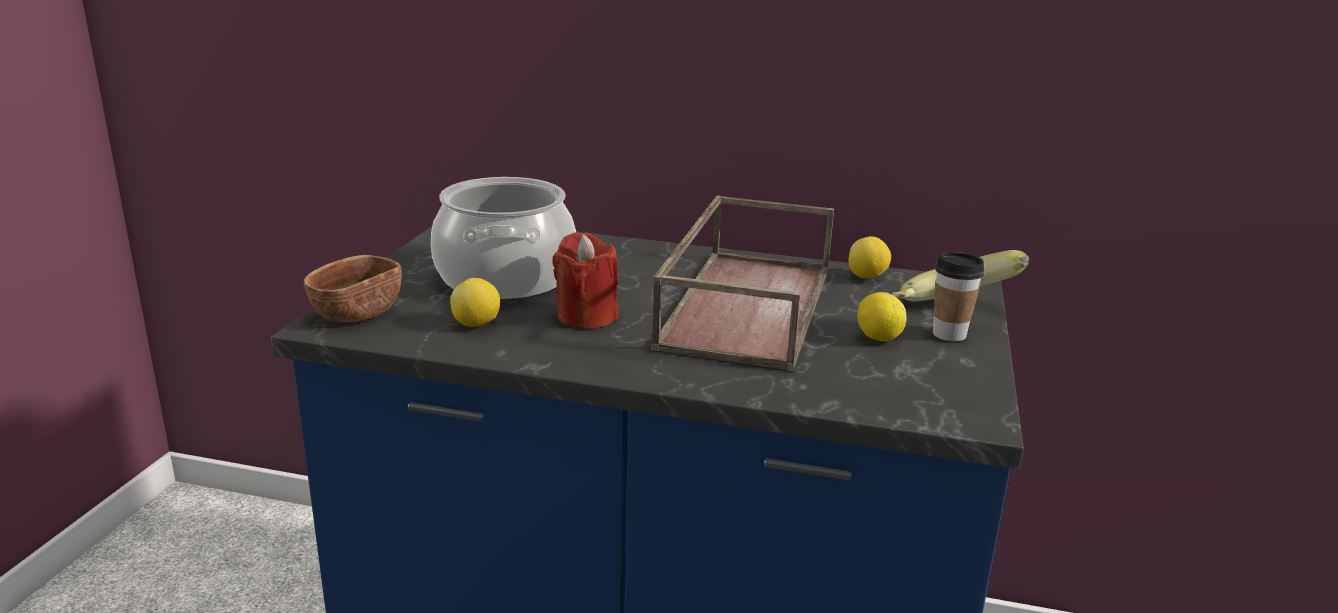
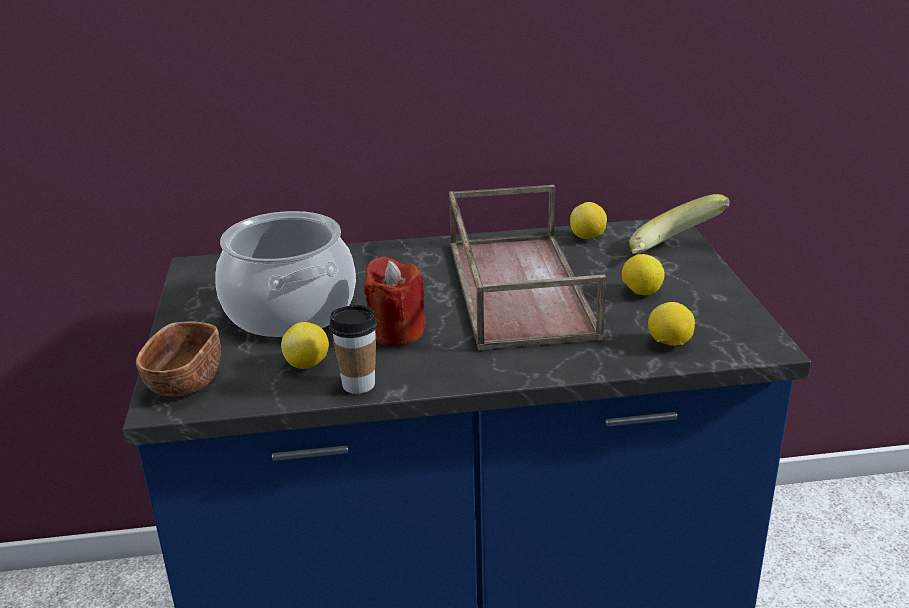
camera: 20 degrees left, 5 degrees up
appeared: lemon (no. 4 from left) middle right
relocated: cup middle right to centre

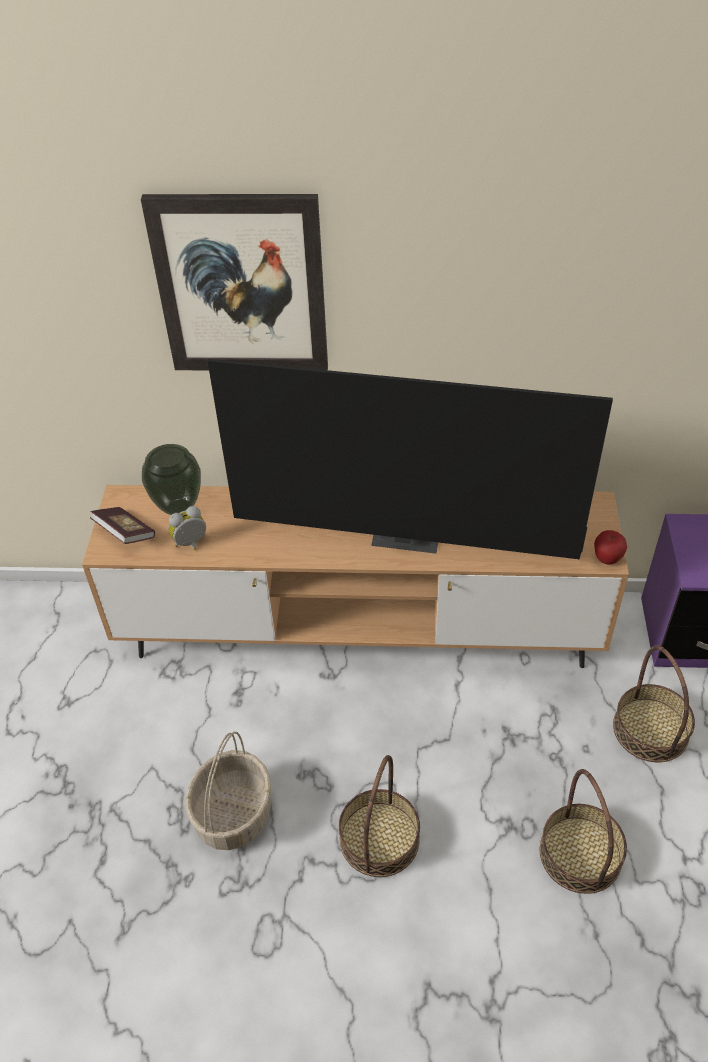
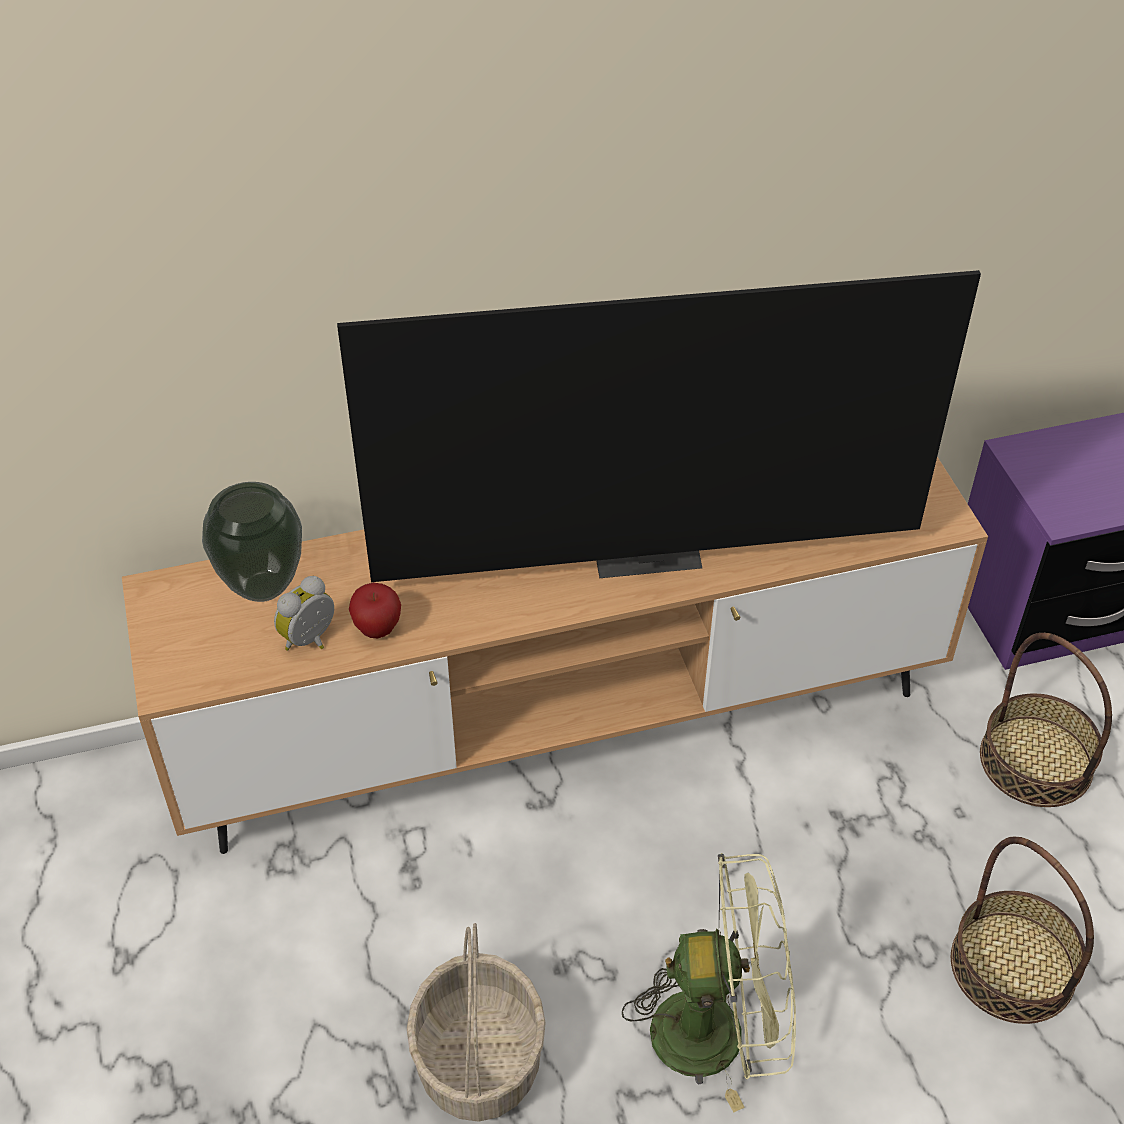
camera: 20 degrees left, 0 degrees up
missing: book middle left; picture top left
relocated: apple middle right to centre
exchanged: basket (no. 2 from left) bottom centre to fan (green) bottom centre

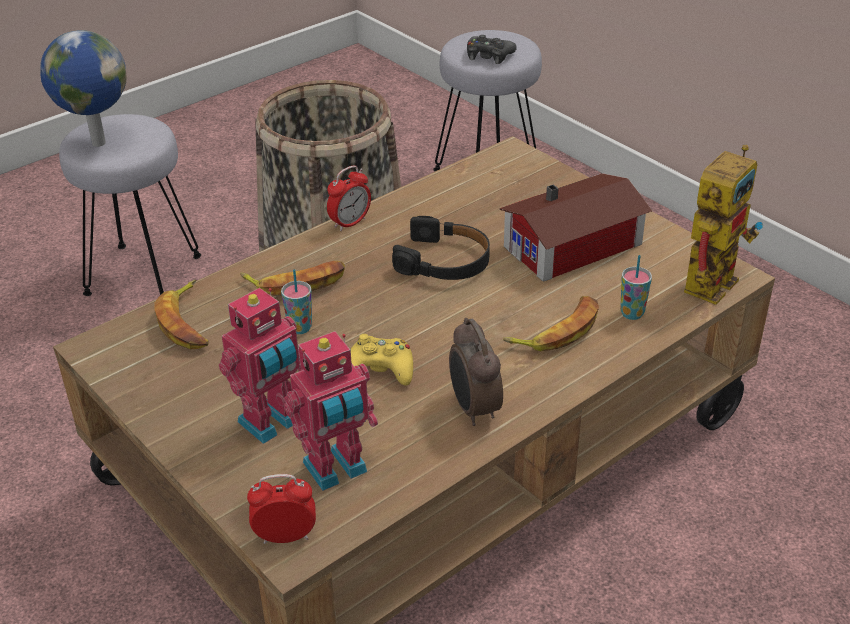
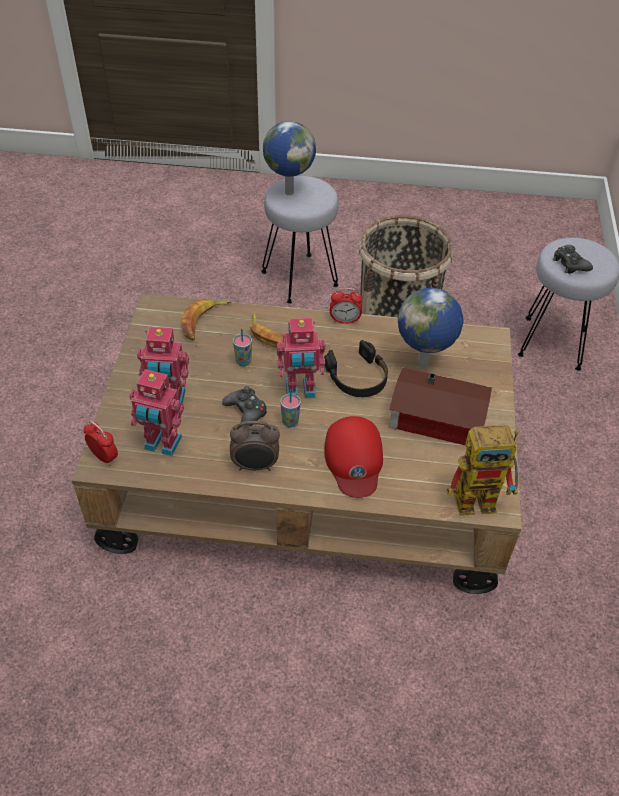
camera: 45 degrees right, 10 degrees up
appeared: toy robot (no. 3 from left) centre; globe (no. 2 from left) middle right
relocated: cup (no. 2 from left) middle right to centre
exchanged: banana (no. 3 from left) centre to cap (red) centre
colour: game controller (yellow) centre to game controller (black) (no. 1 from left) centre
spun: alarm clock (no. 3 from left in the first image) centre = centre 120 degrees counterclockwise

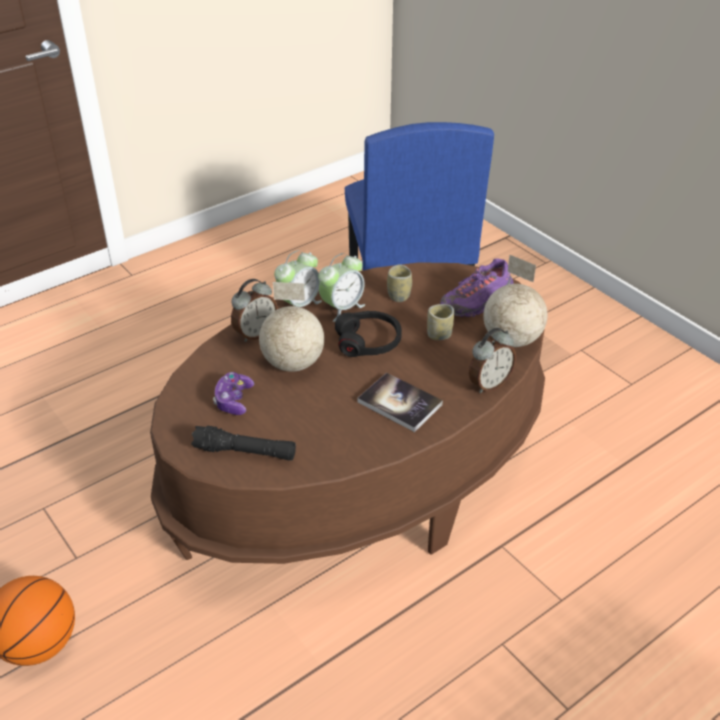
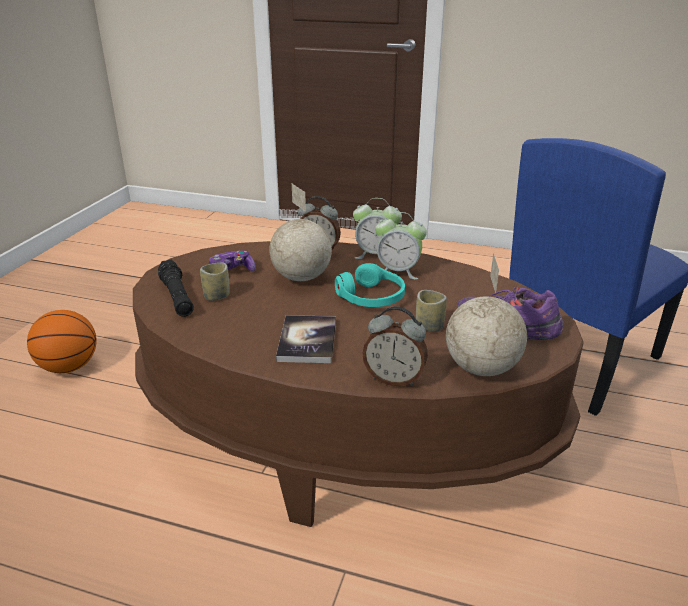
camera: 55 degrees right, 10 degrees down
relocated: cup (no. 1 from left) centre to middle left
colour: headphones (black) centre to headphones (turquoise) centre

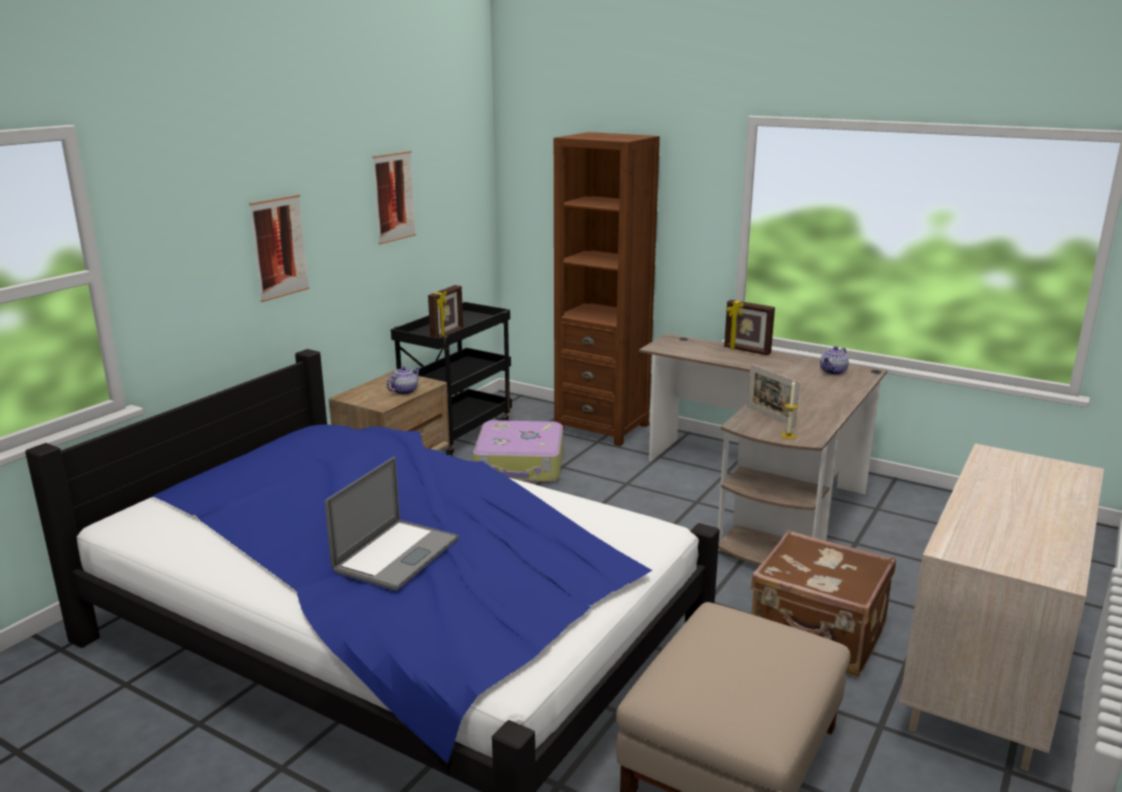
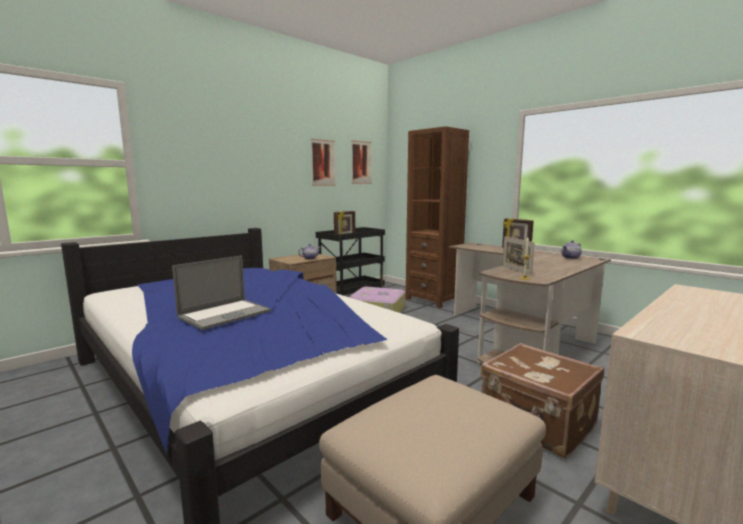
camera: 15 degrees right, 10 degrees down
relocated: picture (no. 1 from left in the first image) top left to picture (no. 2 from left) top centre

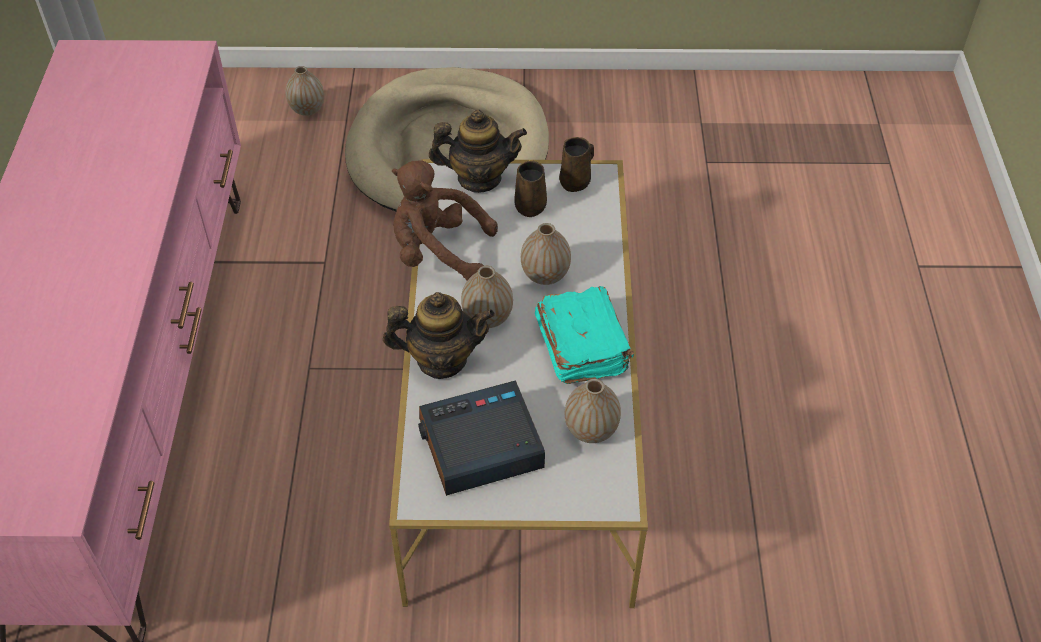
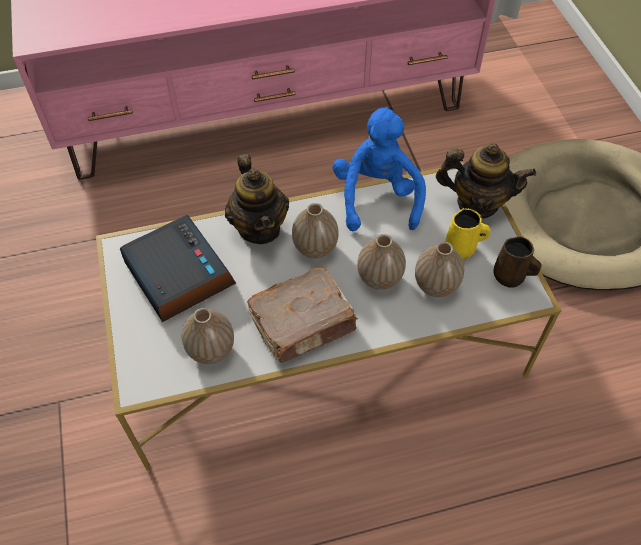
camera: 75 degrees right, 5 degrees up
relocated: vase (no. 1 from left in the first image) top left to vase (no. 4 from left) middle right
colour: plush toy (brown) centre to plush toy (blue) top centre; mug (brown) (no. 1 from left) top centre to mug (yellow) middle right; book (turquoise) centre to book (brown) centre
spun: teapot (no. 2 from left) top centre = top right 60 degrees counterclockwise

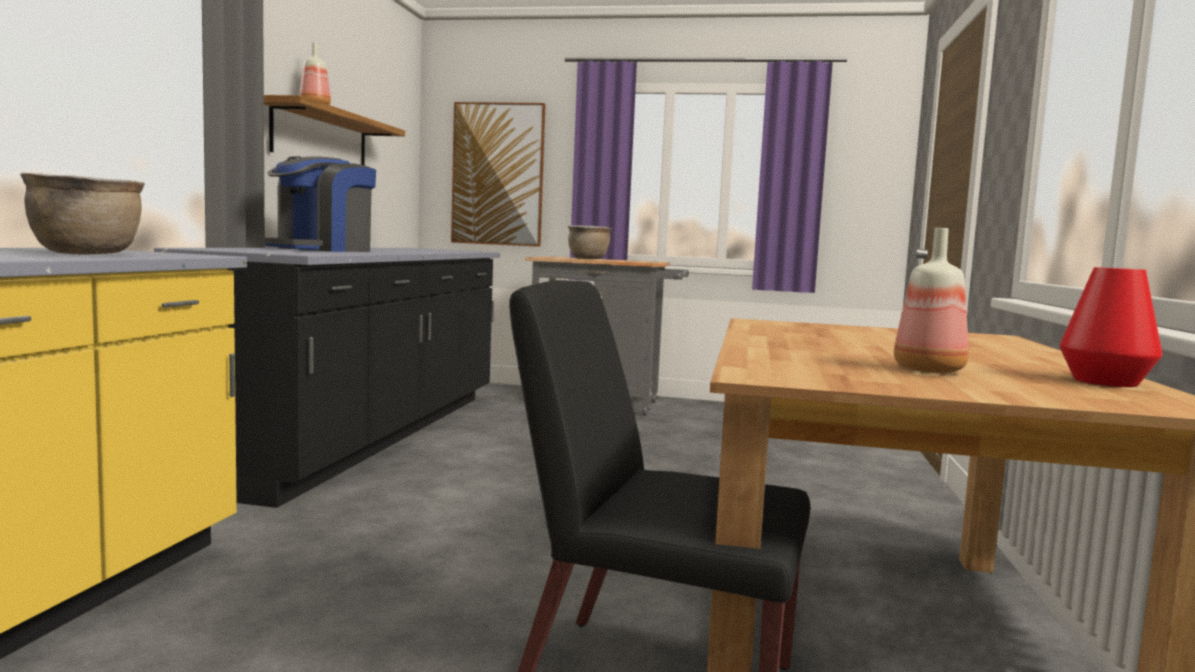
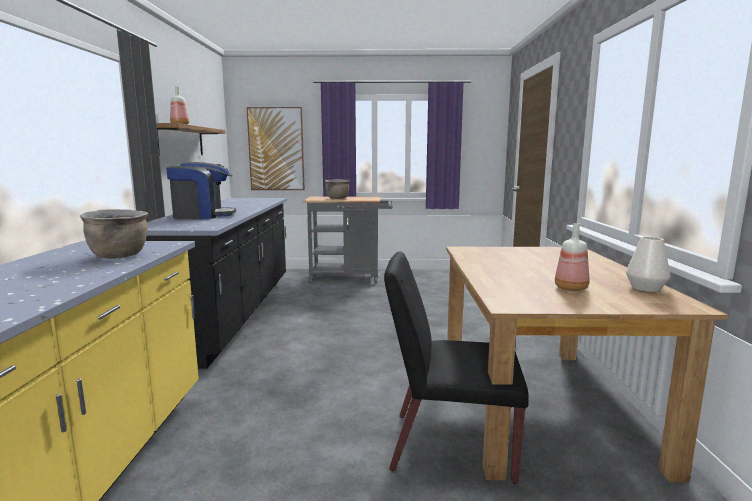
camera: 10 degrees left, 5 degrees up
colour: vase (red) middle right to vase (white) middle right
spun: coffee machine top left = middle left 120 degrees counterclockwise

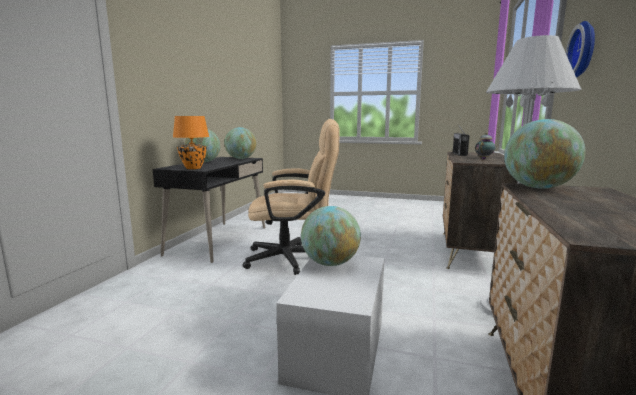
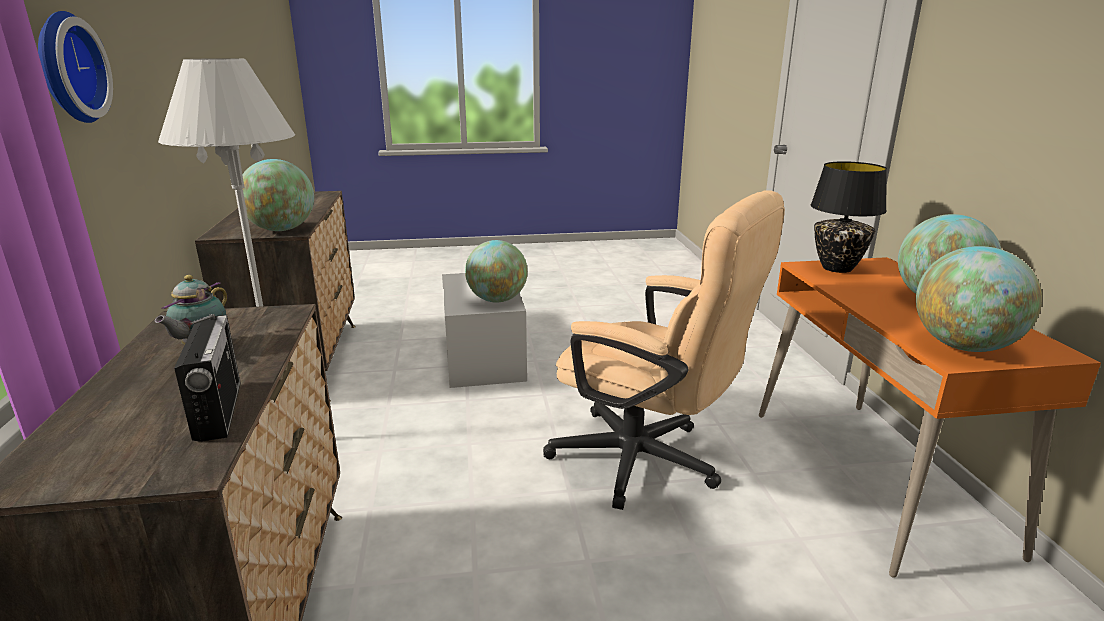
camera: 155 degrees right, 10 degrees up
colour: desk (black) middle left to desk (orange) bottom right; table lamp (orange) middle left to table lamp (black) middle right
spun: office chair (beige) centre = centre 120 degrees counterclockwise

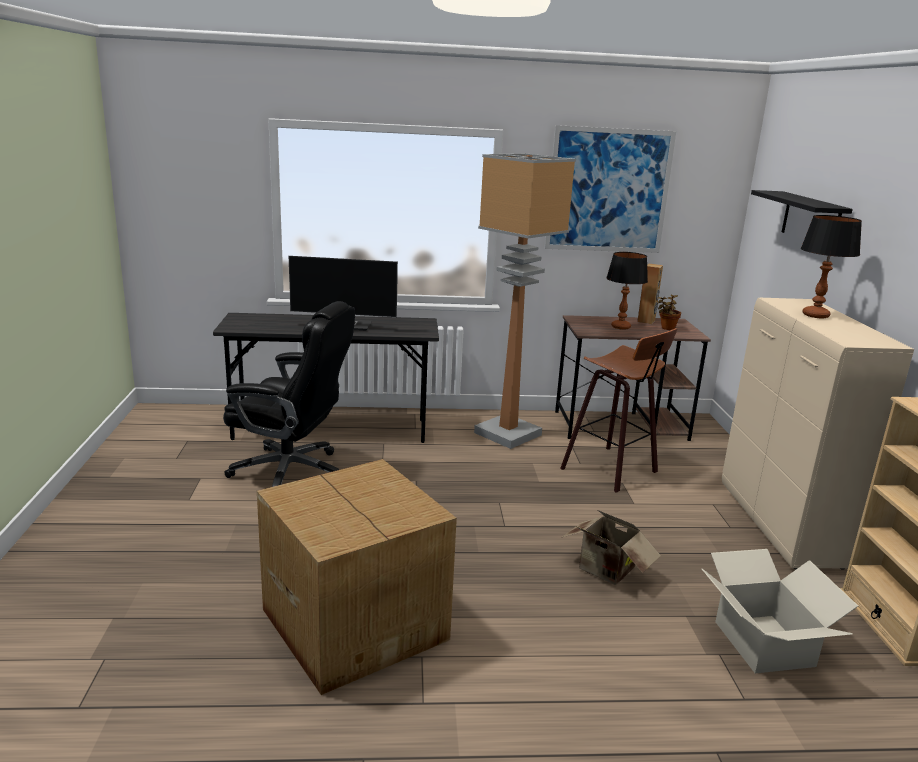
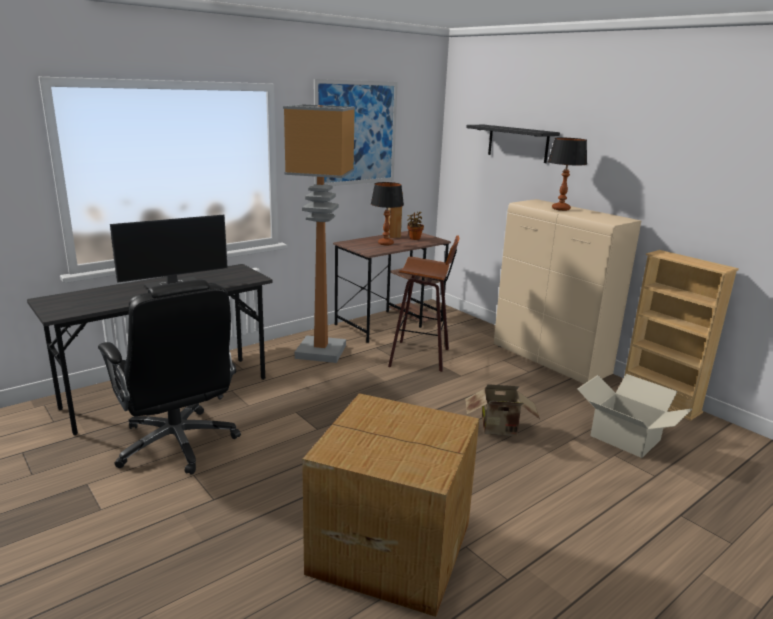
camera: 35 degrees left, 0 degrees up
spun: office chair (black) middle left = middle left 75 degrees clockwise

